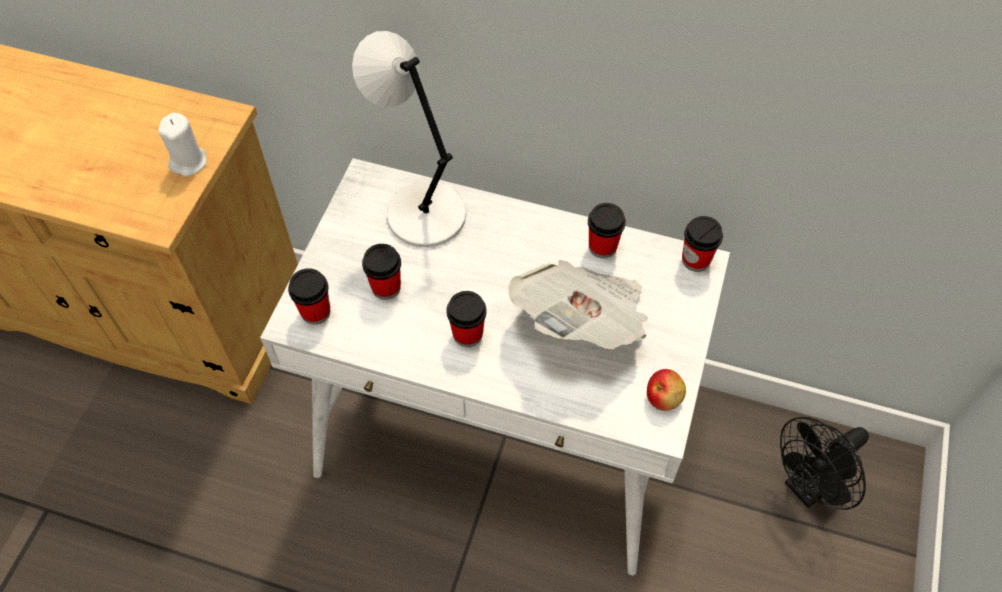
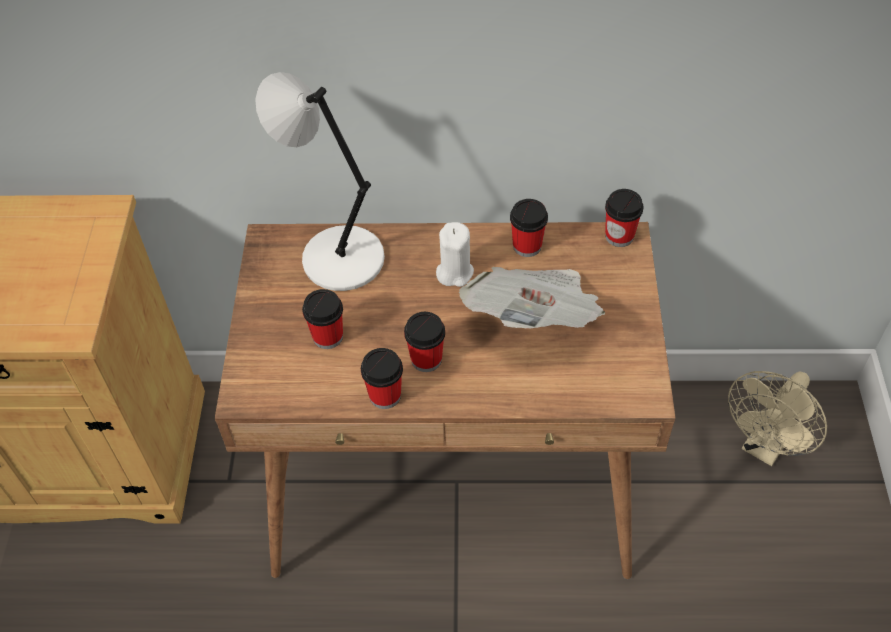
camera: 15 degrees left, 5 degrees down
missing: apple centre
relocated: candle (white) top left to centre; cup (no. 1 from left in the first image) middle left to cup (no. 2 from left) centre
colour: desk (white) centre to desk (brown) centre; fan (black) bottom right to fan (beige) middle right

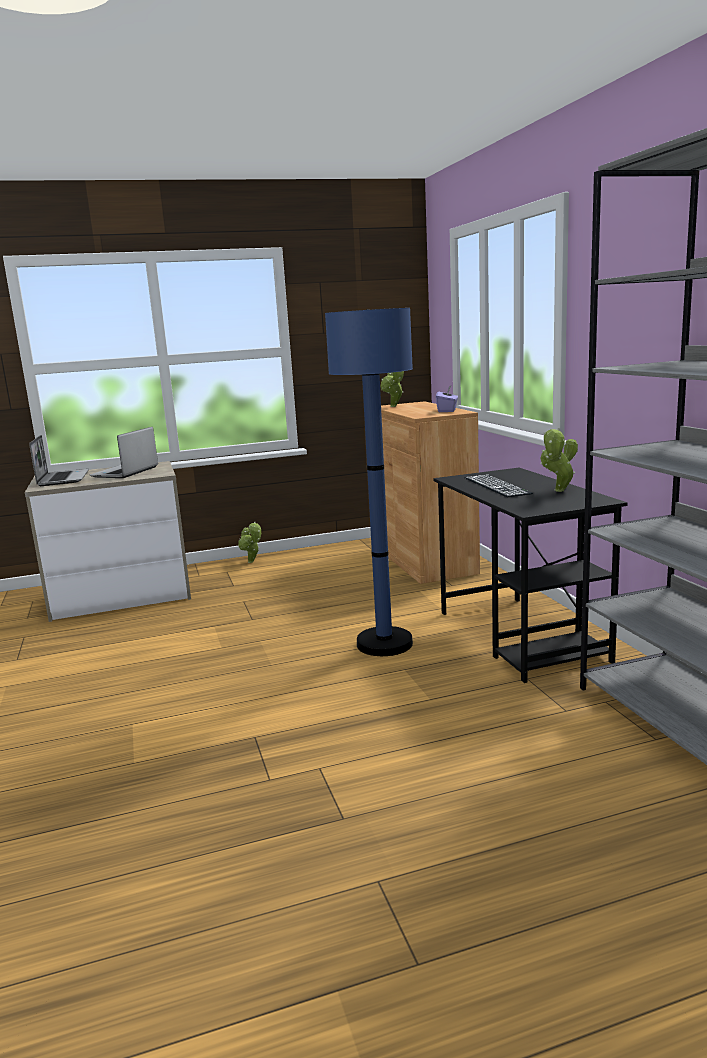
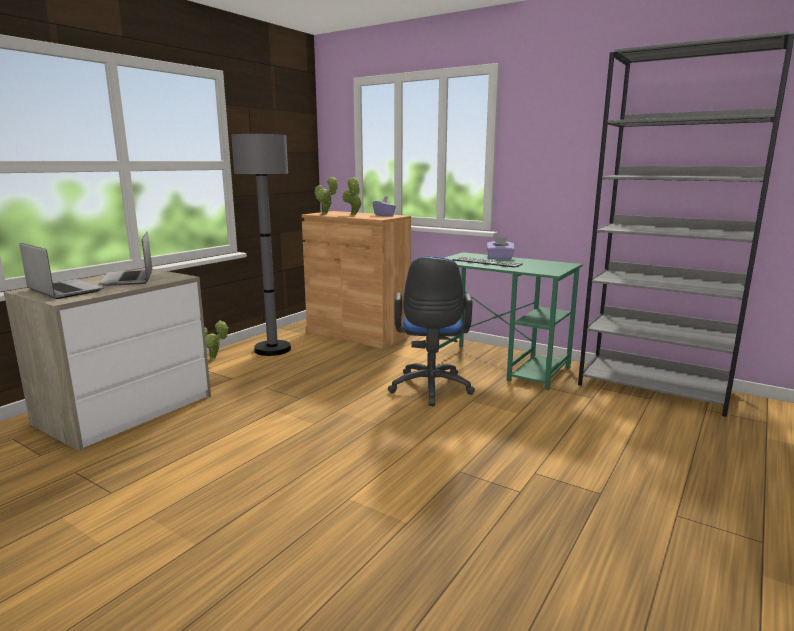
camera: 40 degrees left, 0 degrees up
appeared: floor lamp (grey) middle left; tissue box (purple) (no. 2 from left) centre
relocated: potted plant (no. 3 from left) middle right to top centre
exchanged: floor lamp (blue) centre to office chair (blue) centre
colour: desk (black) middle right to desk (green) centre

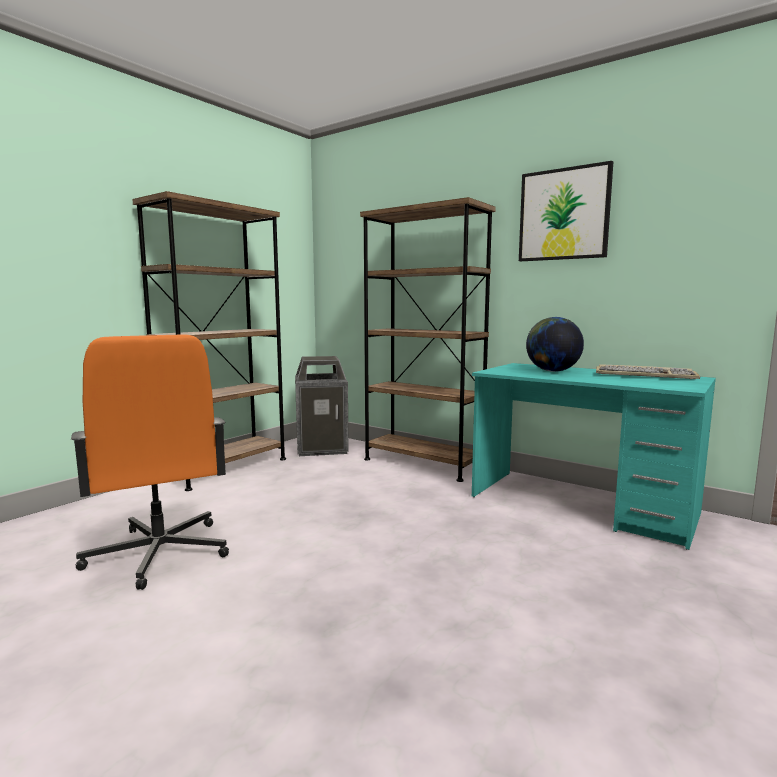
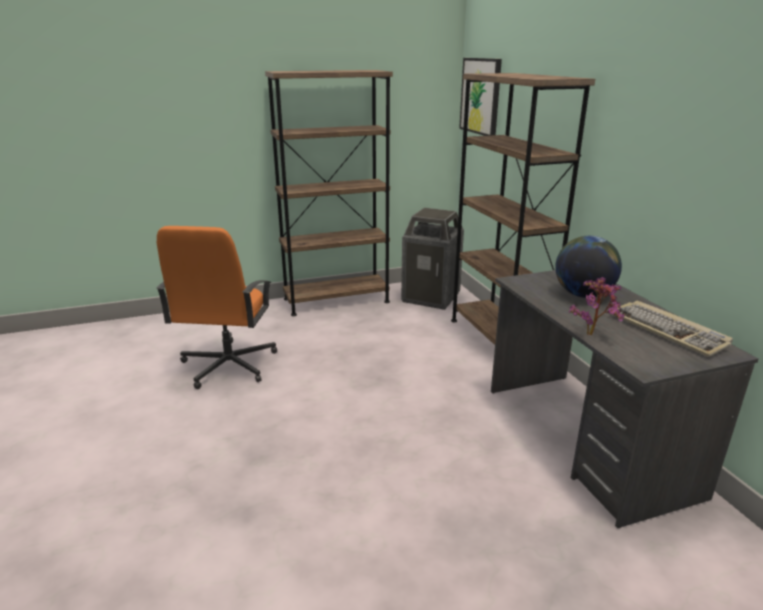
camera: 35 degrees right, 15 degrees up
appeared: potted plant middle right
relocated: picture top right to top centre
colour: desk (turquoise) middle right to desk (grey) middle right

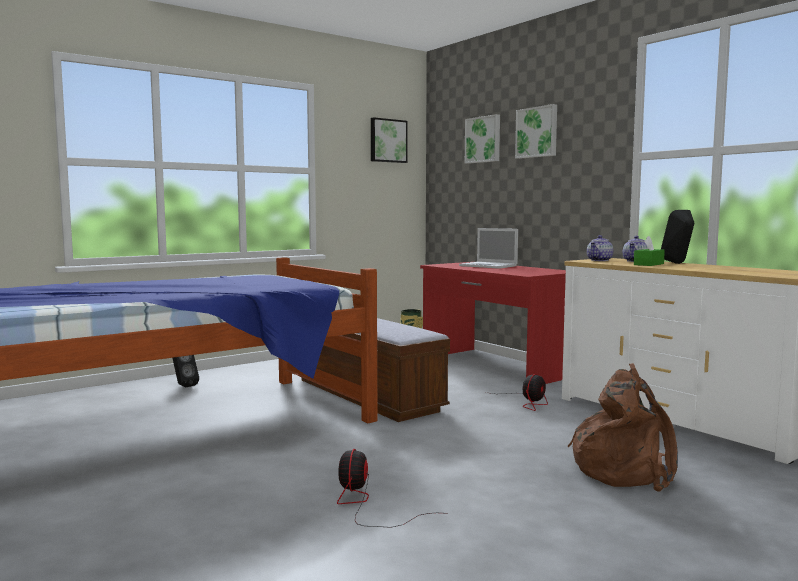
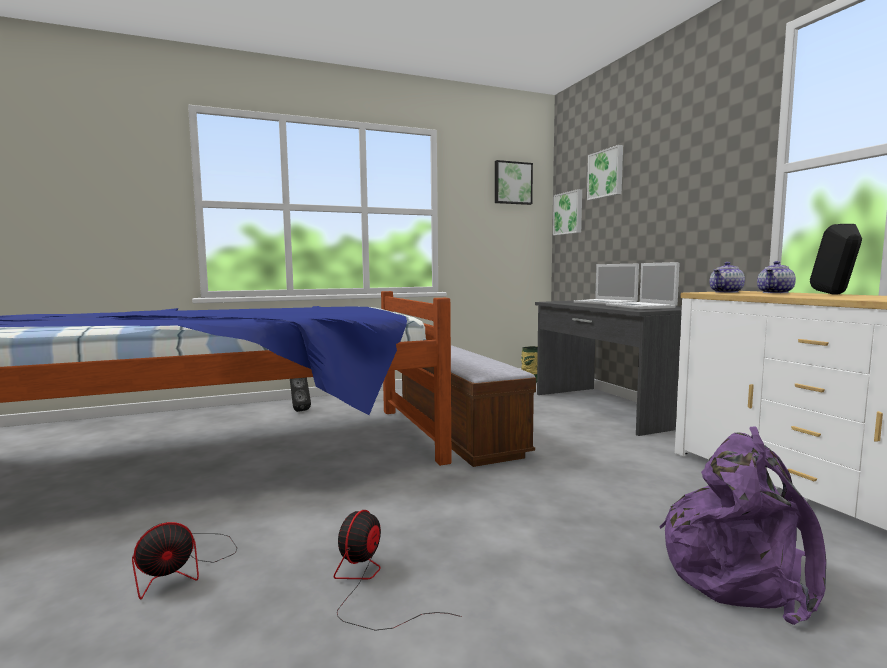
camera: 15 degrees right, 0 degrees up
missing: tissue box (green) middle right
appeared: laptop (no. 2 from left) middle right
relocated: fan (no. 2 from left in the first image) bottom centre to fan (no. 1 from left) bottom left; picture (no. 3 from left in the first image) top right to picture (no. 2 from left) top centre
colour: desk (red) centre to desk (grey) middle right; backpack (brown) bottom right to backpack (purple) bottom right

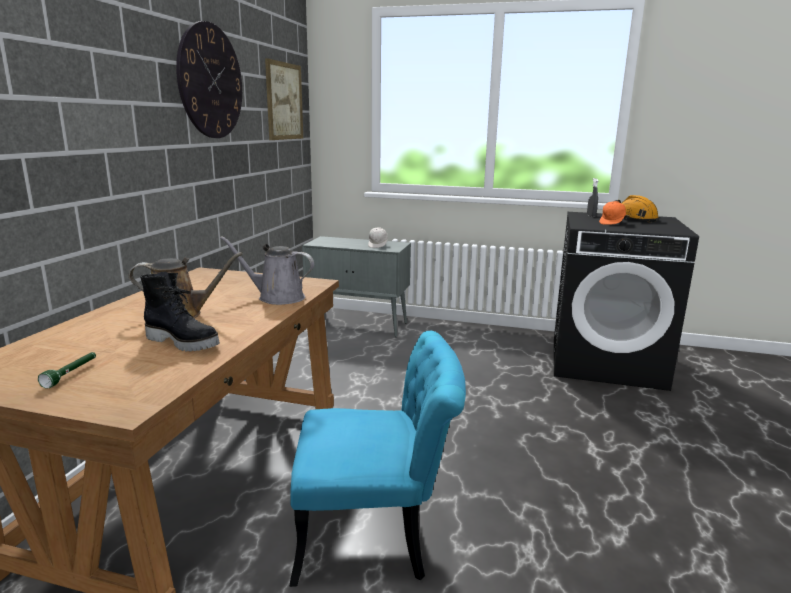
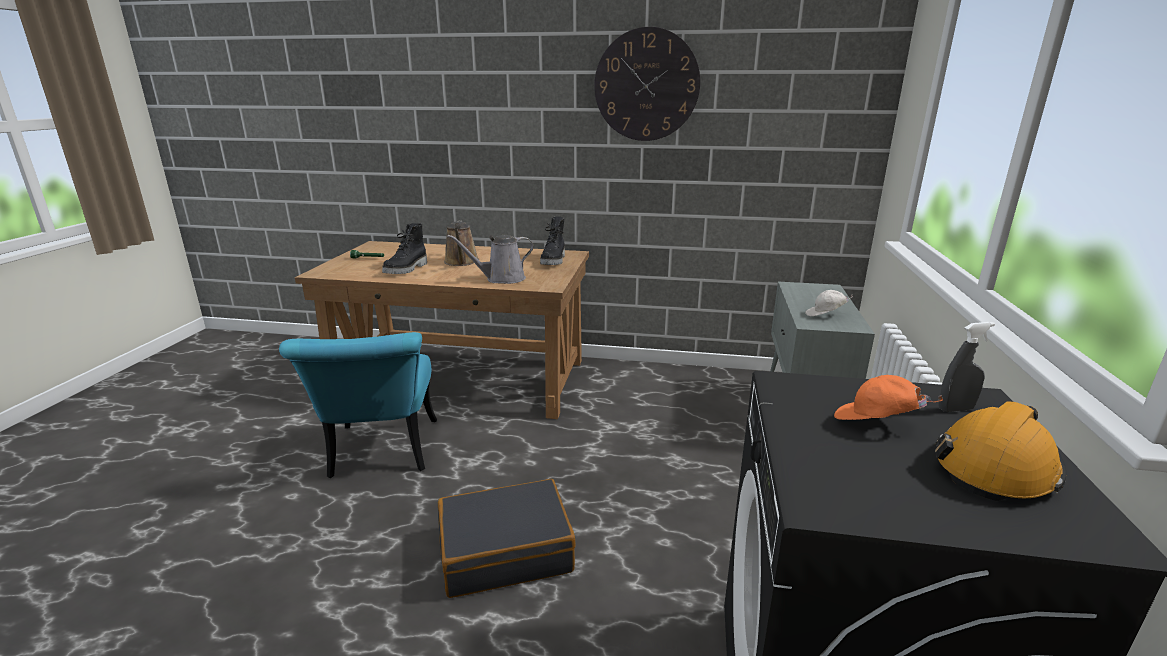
camera: 85 degrees right, 5 degrees up
missing: picture top centre
appeared: suitcase (black) bottom centre; boot (black) (no. 2 from left) centre
spun: watering can (grey) centre = centre 120 degrees counterclockwise

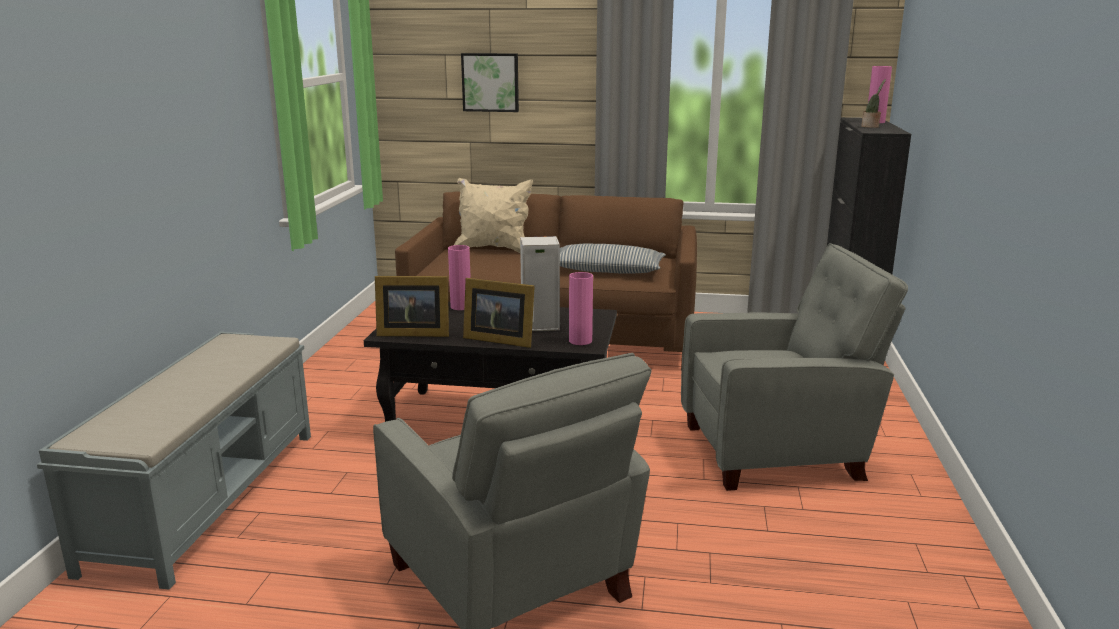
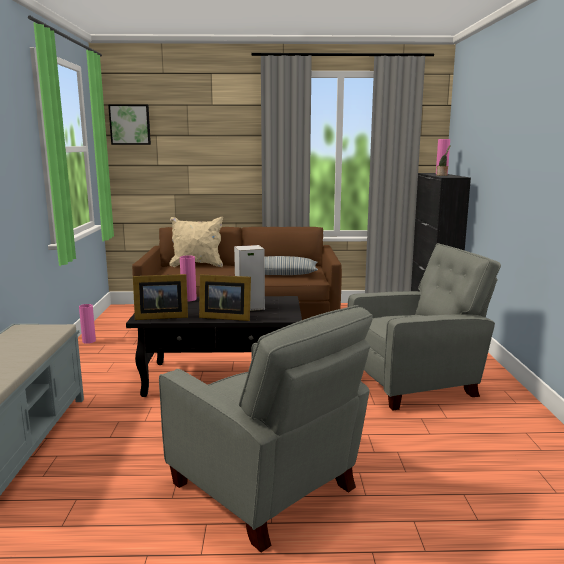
camera: 10 degrees left, 5 degrees down
relocated: picture top centre to top left; vase (pink) (no. 2 from left in the first image) centre to vase (pink) (no. 1 from left) middle left

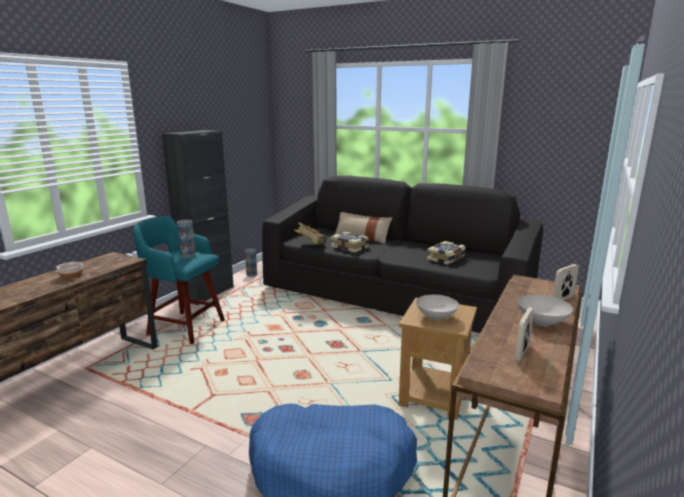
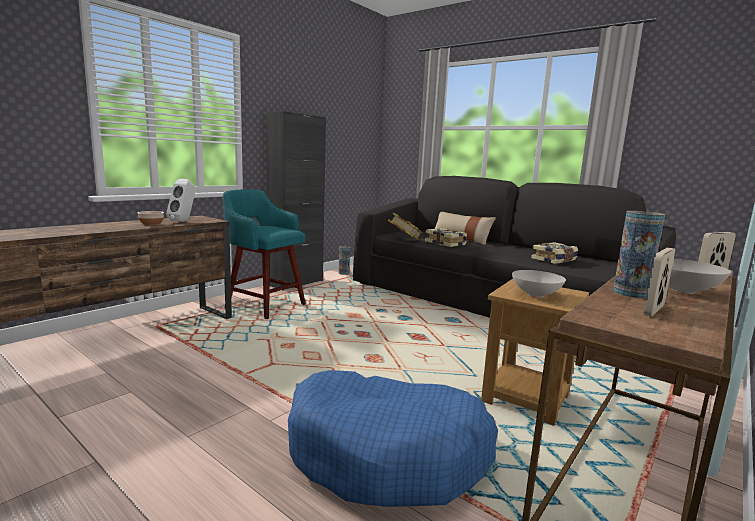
camera: 10 degrees right, 5 degrees down
appeared: speaker (white) middle left
relocated: vase (no. 1 from left in the first image) middle left to vase (no. 2 from left) middle right

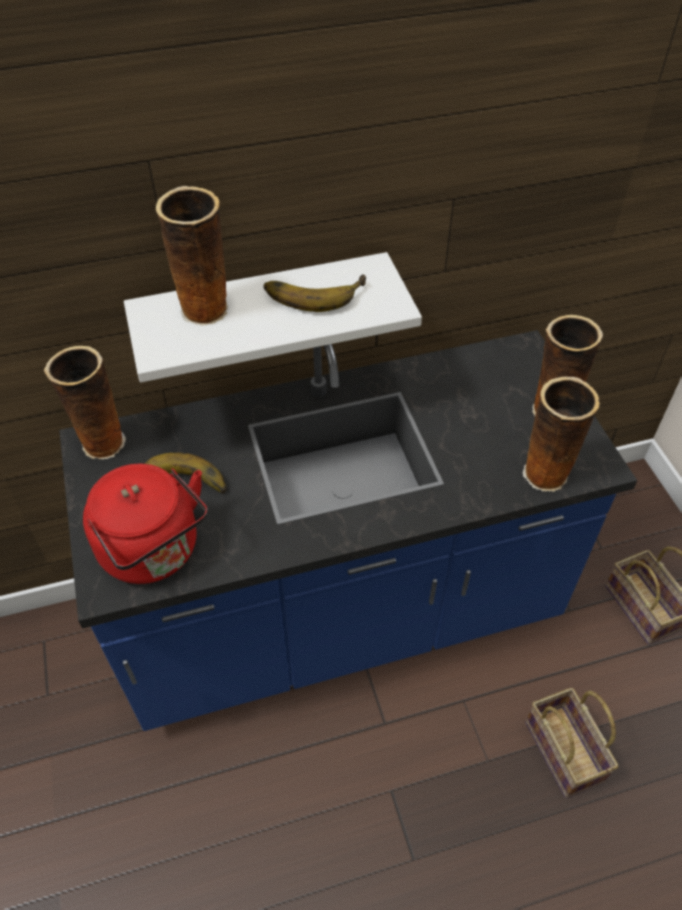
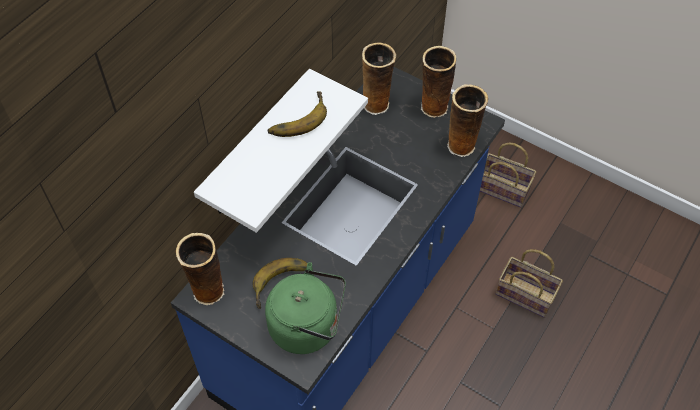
camera: 40 degrees left, 5 degrees up
relocated: vase (no. 2 from left) top left to top centre
colour: kettle (red) middle left to kettle (green) bottom centre

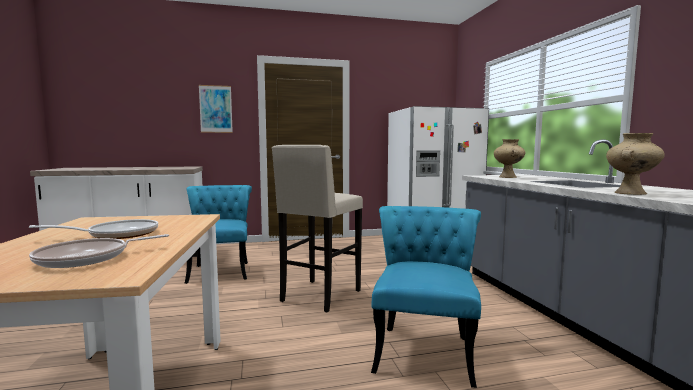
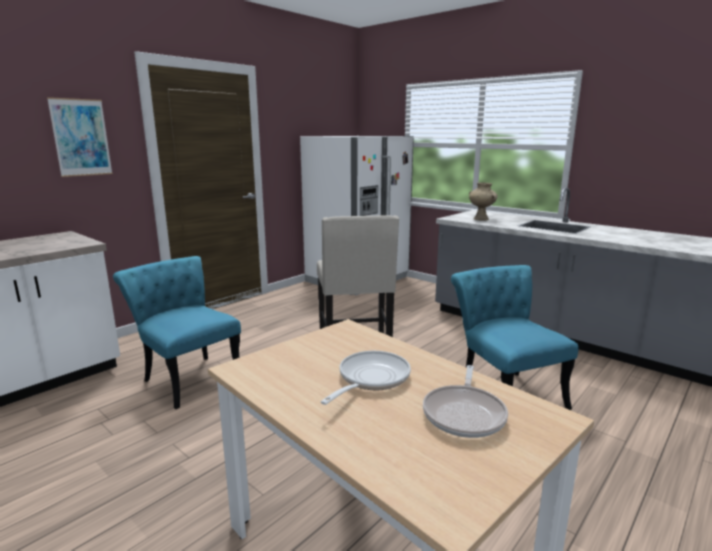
camera: 35 degrees left, 10 degrees up
missing: vase (beige) (no. 2 from left) middle right

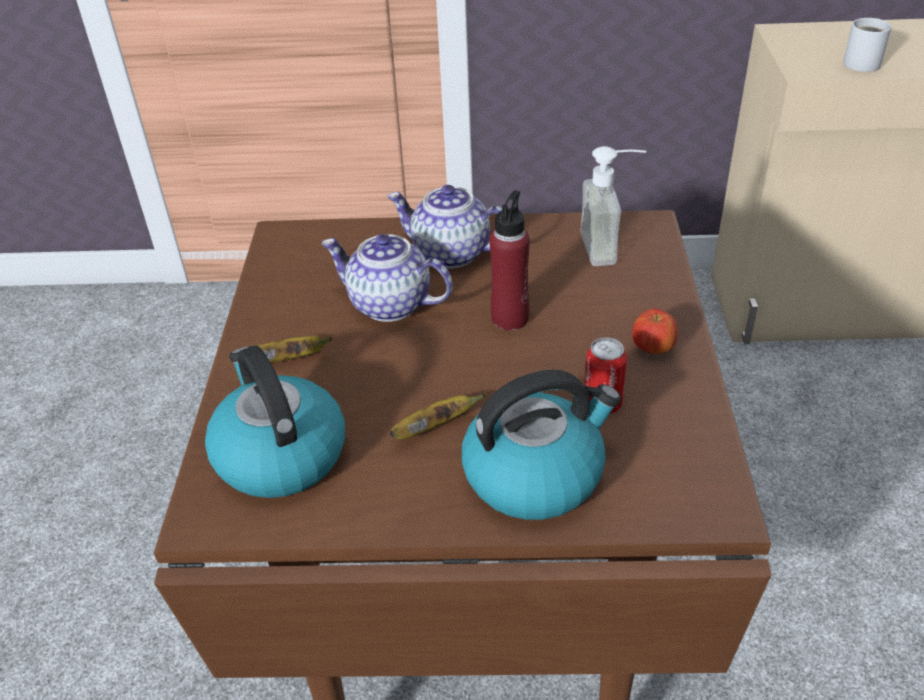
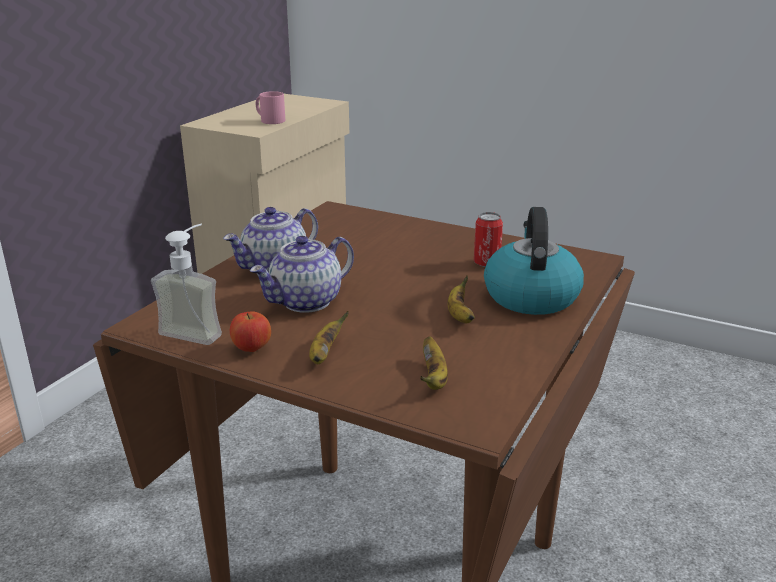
camera: 65 degrees left, 15 degrees down
missing: bottle (red) centre
relocated: soap dispenser top centre to middle left; apple middle right to middle left
exchanged: kettle (no. 1 from left) middle left to banana (no. 2 from left) centre
colour: mug (white) top right to mug (pink) top centre

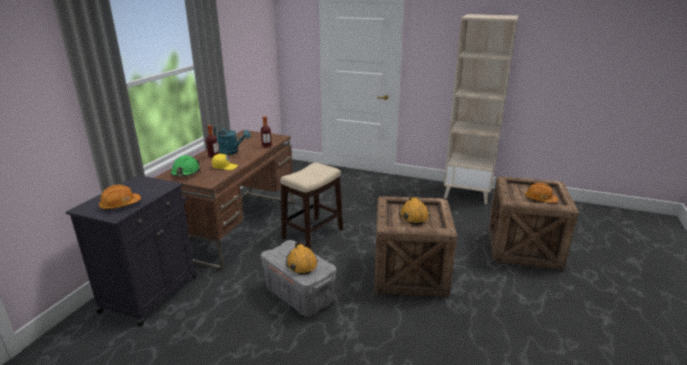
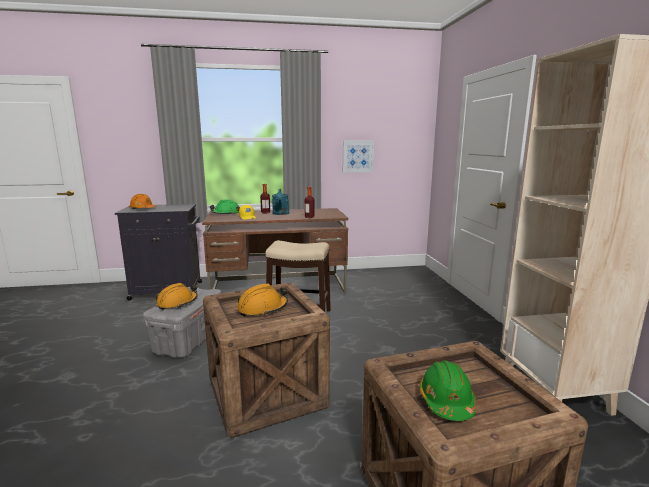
camera: 60 degrees right, 10 degrees down
appeared: picture top centre
colour: hard hat (orange) (no. 4 from left) middle right to hard hat (green) (no. 2 from left) bottom right

